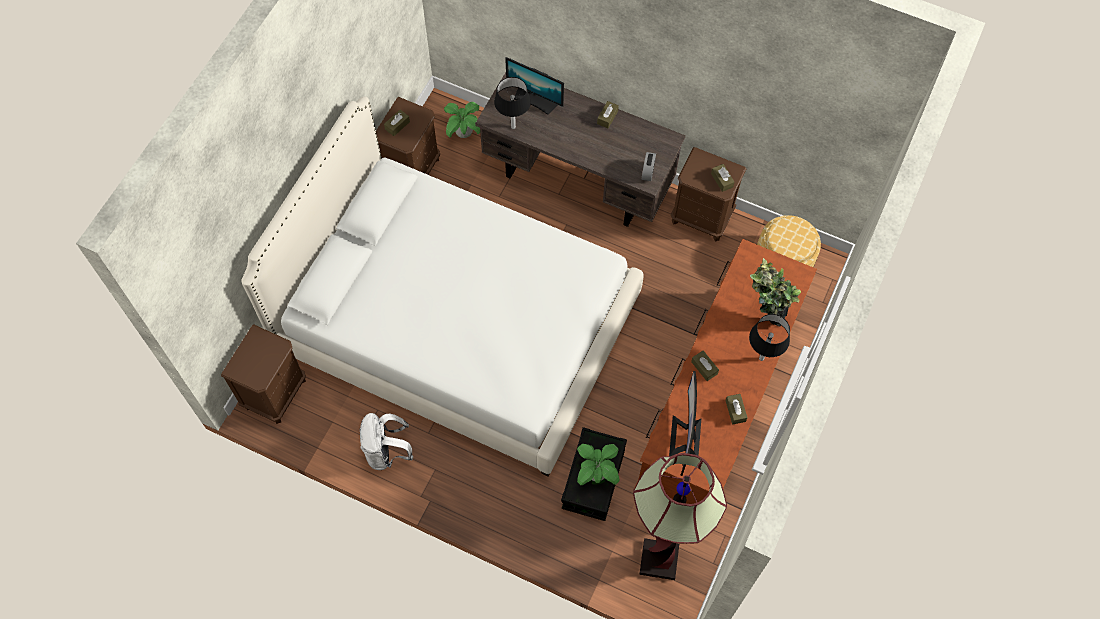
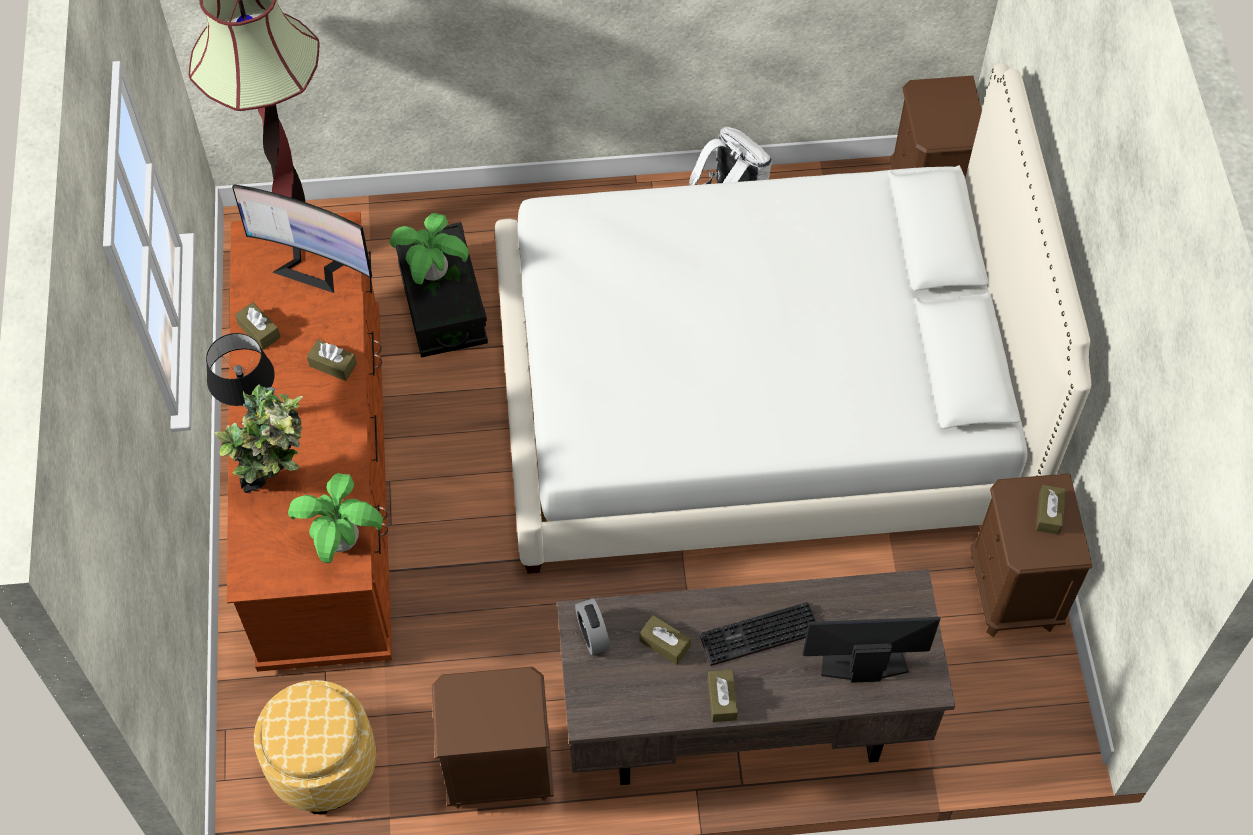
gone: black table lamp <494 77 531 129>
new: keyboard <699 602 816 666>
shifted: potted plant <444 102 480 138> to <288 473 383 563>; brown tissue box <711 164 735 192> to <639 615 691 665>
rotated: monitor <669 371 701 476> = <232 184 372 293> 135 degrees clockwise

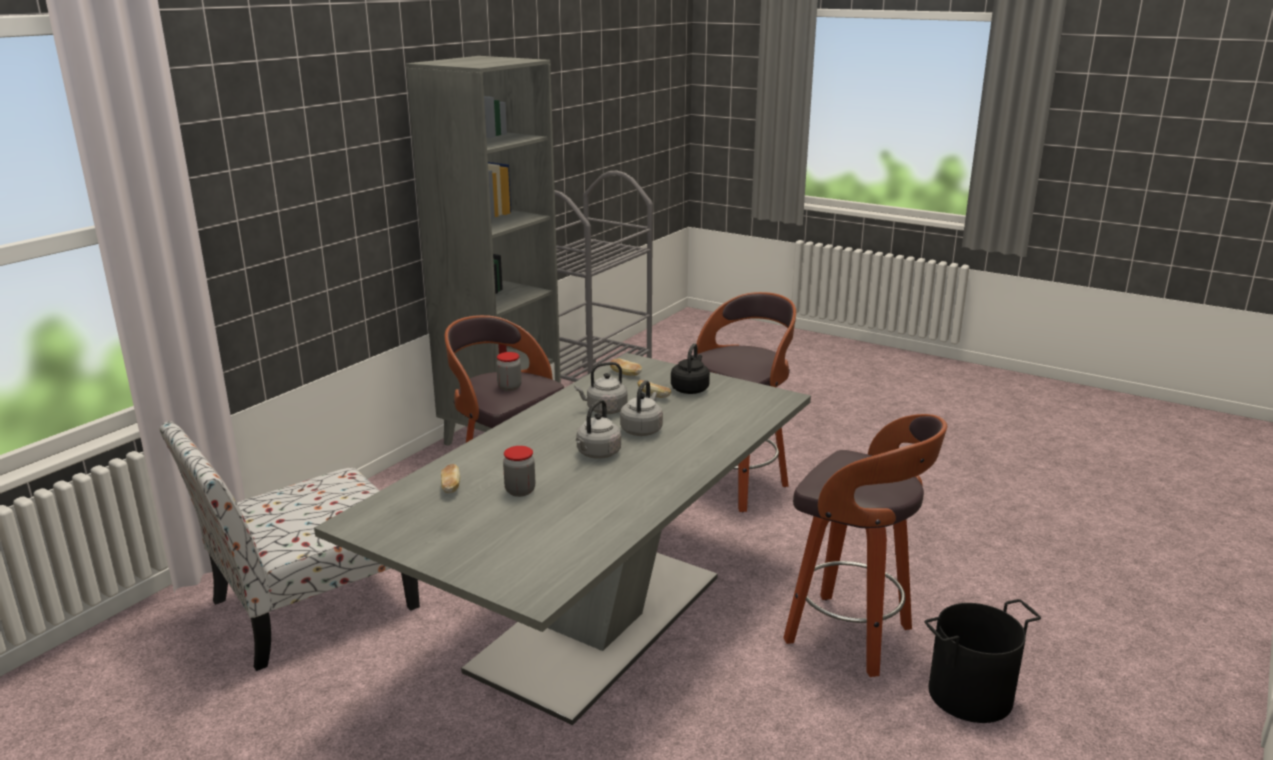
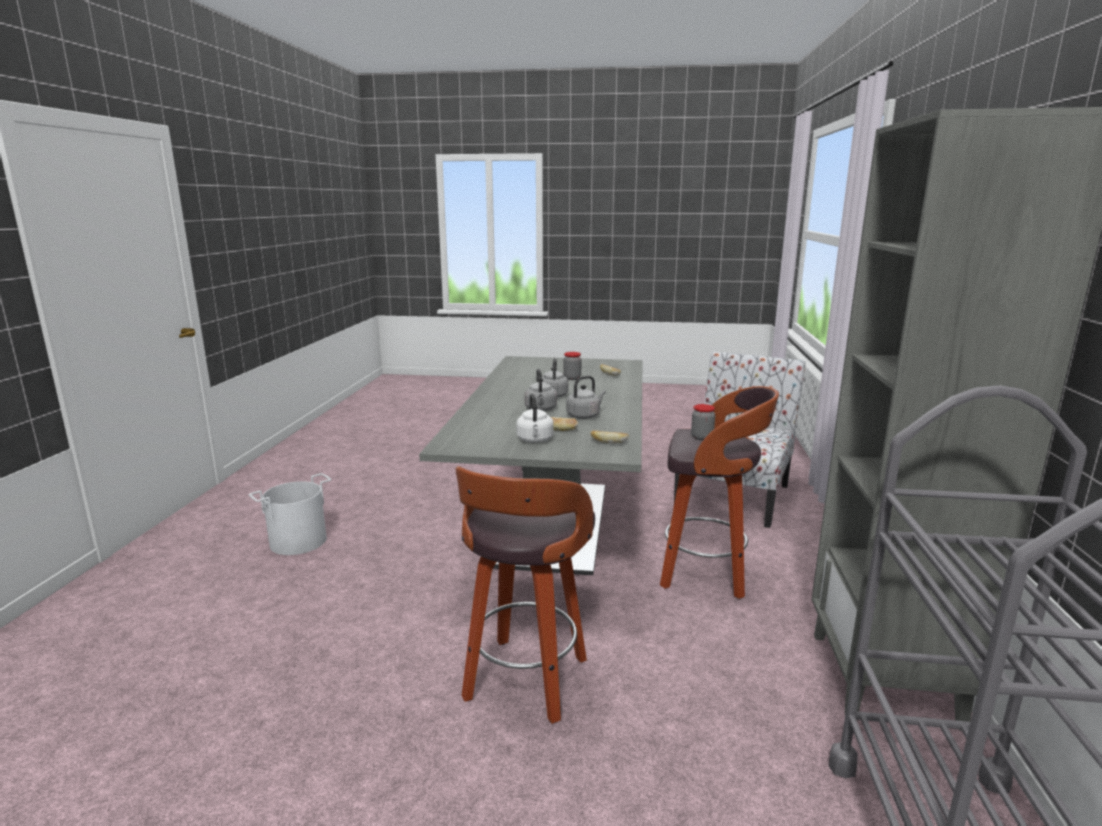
gone: stool <783 414 947 677>
repainted: black kettle <671 343 710 394> to white kettle <516 394 554 443>; black bucket <924 599 1041 723> to white bucket <249 473 331 555>

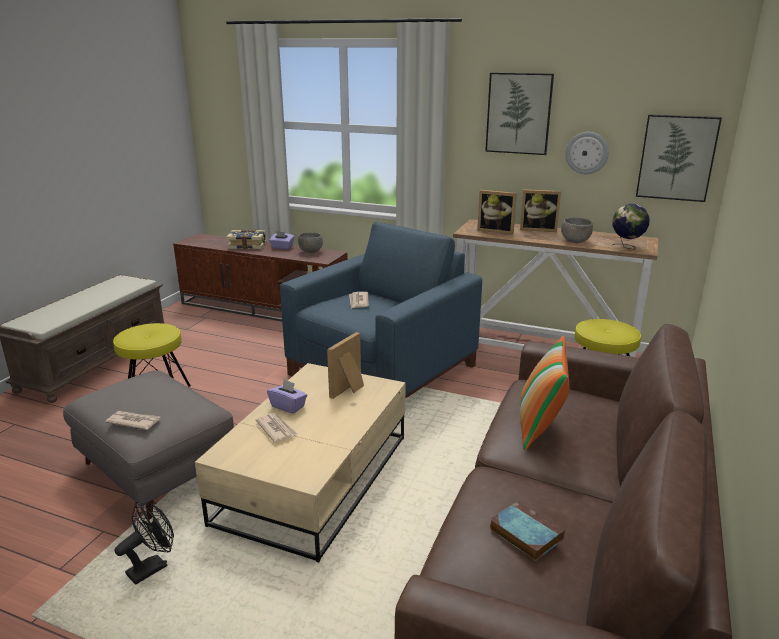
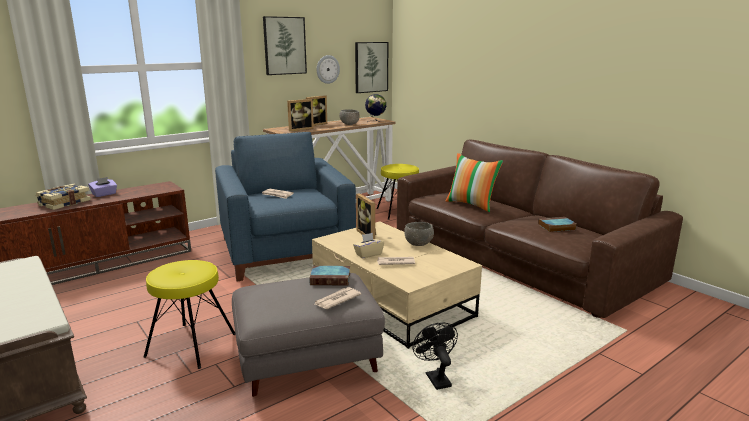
new: book <309 266 350 286>
shifted: grey bowl <298 233 323 253> to <404 222 434 246>
repainted: purple tissue box <267 380 307 414> to beige tissue box <353 233 384 259>

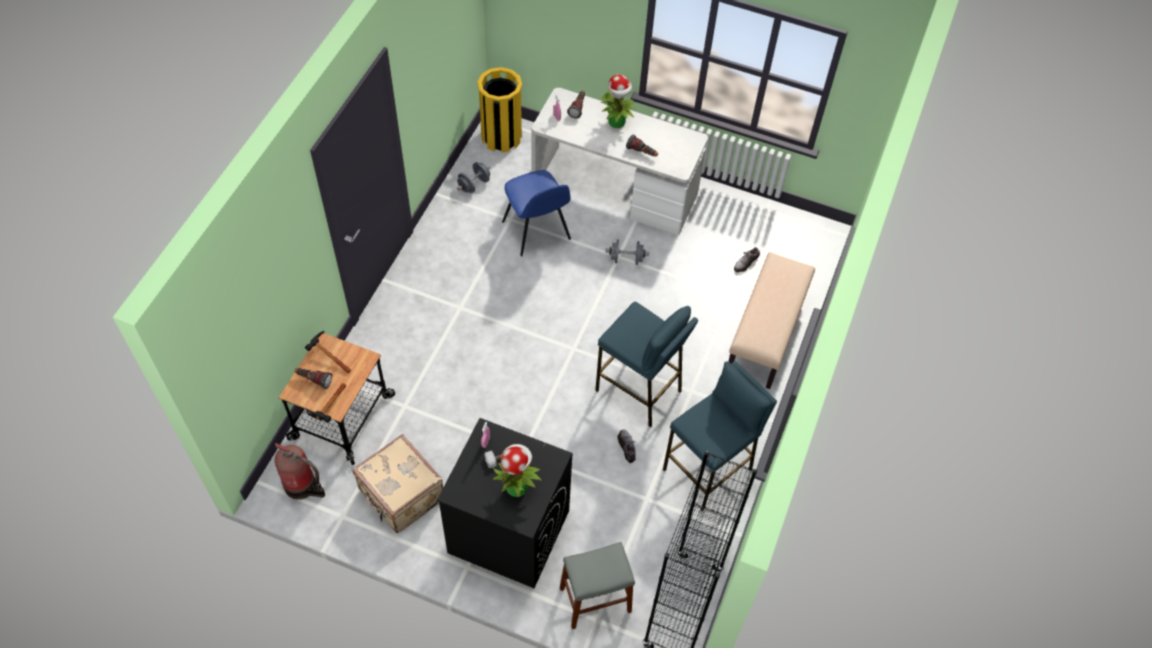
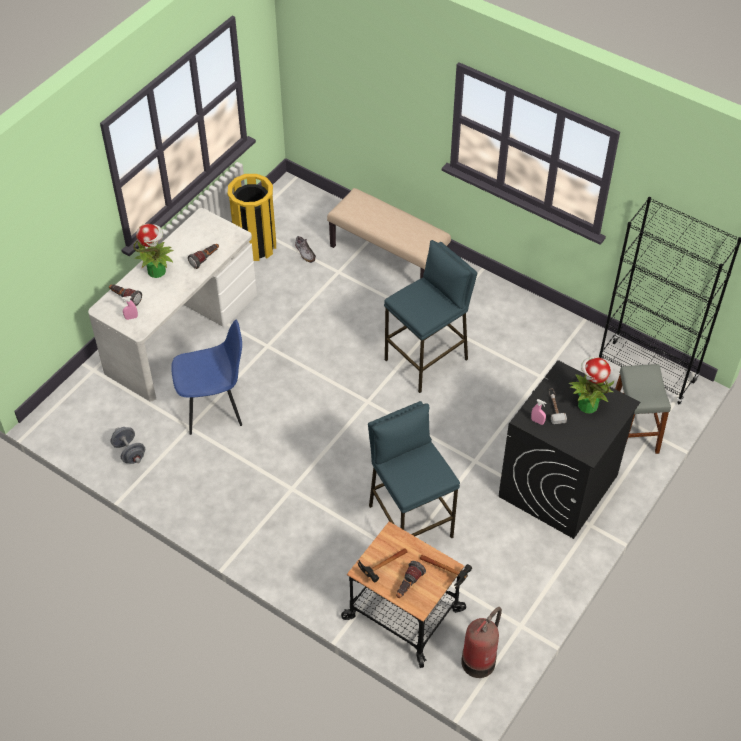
gone: grey dumbbell <605 240 649 265>; shoe <618 429 636 463>; beige suitcase <352 434 443 533>
shifted: yellow trash can <477 67 522 153> to <228 174 276 261>; blue stool <663 361 777 511> to <368 401 460 539>

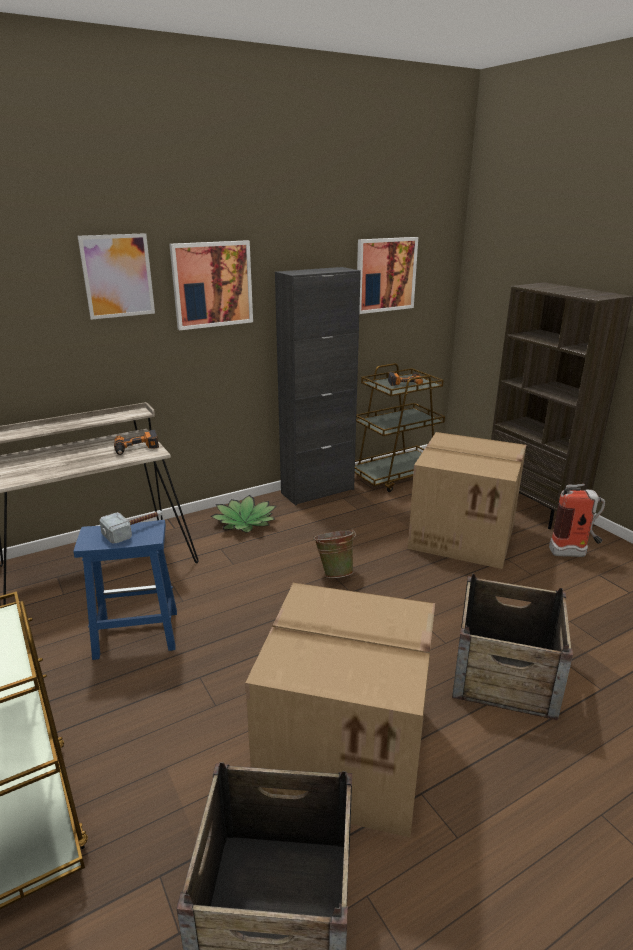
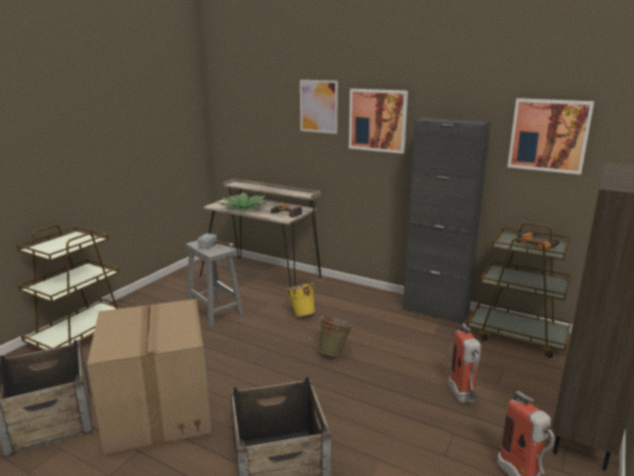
new: yellow bucket <286 281 315 317>
shifted: potted plant <211 495 276 533> to <220 192 267 211>
swapped: cardboard box <408 432 526 569> to fire extinguisher <448 323 481 403>
repainted: blue stool <74 520 177 660> to grey stool <186 240 243 327>

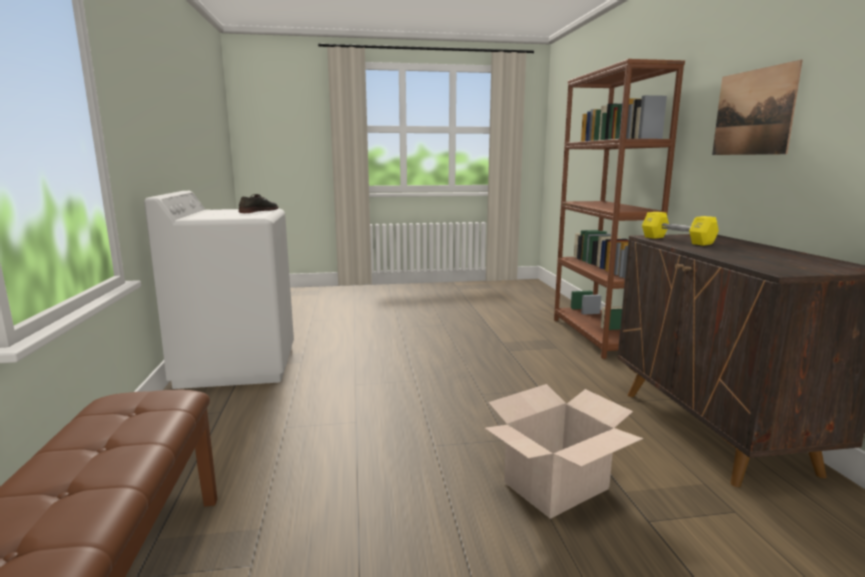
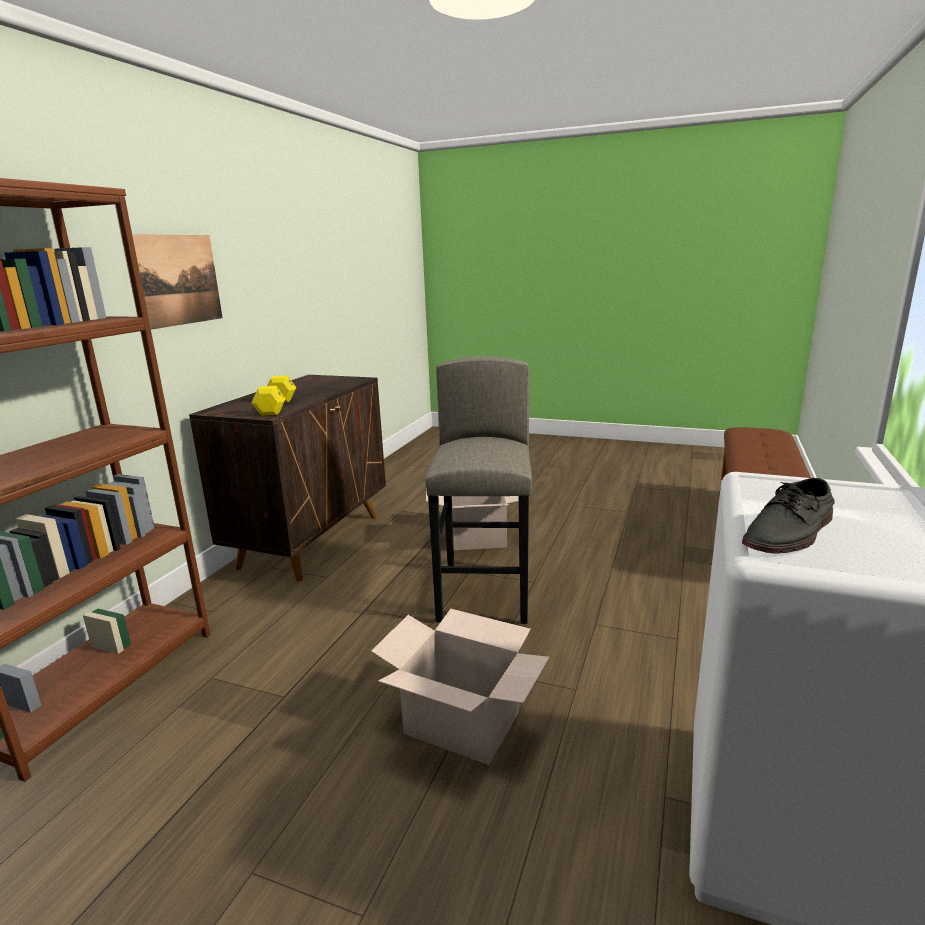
new: grey stool <425 356 532 624>; cardboard box <371 609 550 765>

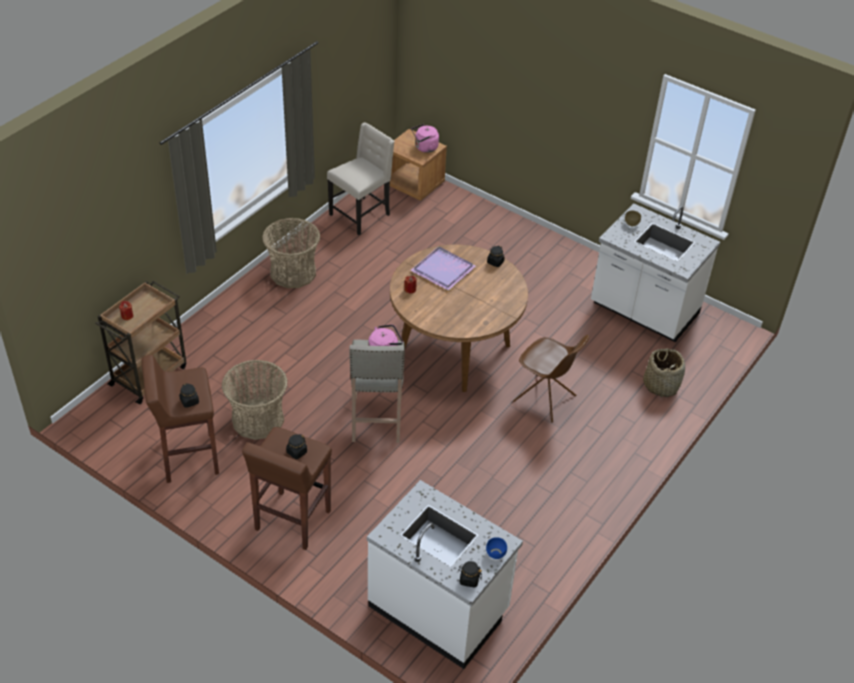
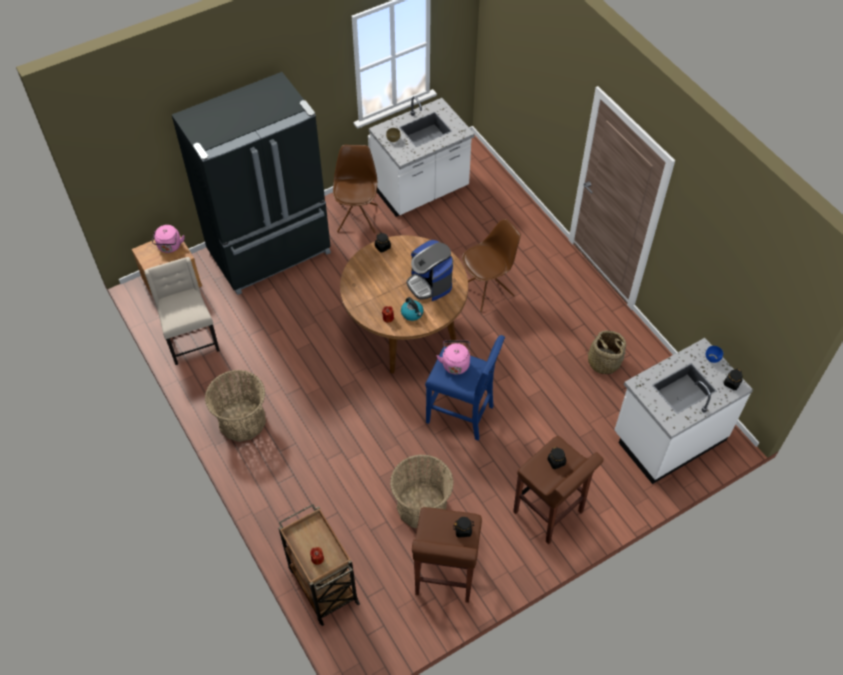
gone: purple tray <410 246 476 291>
new: black fridge <172 72 331 295>; brown chair <333 145 378 233>; coffee machine <406 240 453 301>; kettle <401 297 423 321>
shifted: basket <643 348 685 397> to <584 331 626 374>
repainted: beige stool <349 340 405 443> to blue stool <425 335 505 440>

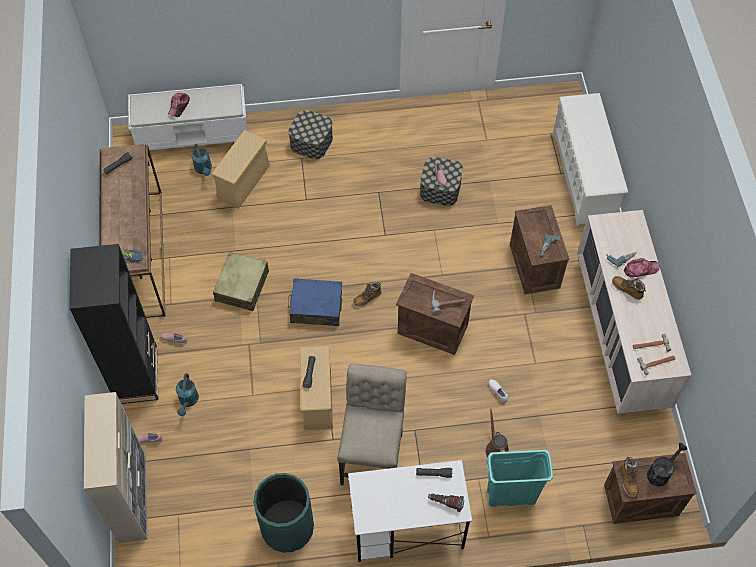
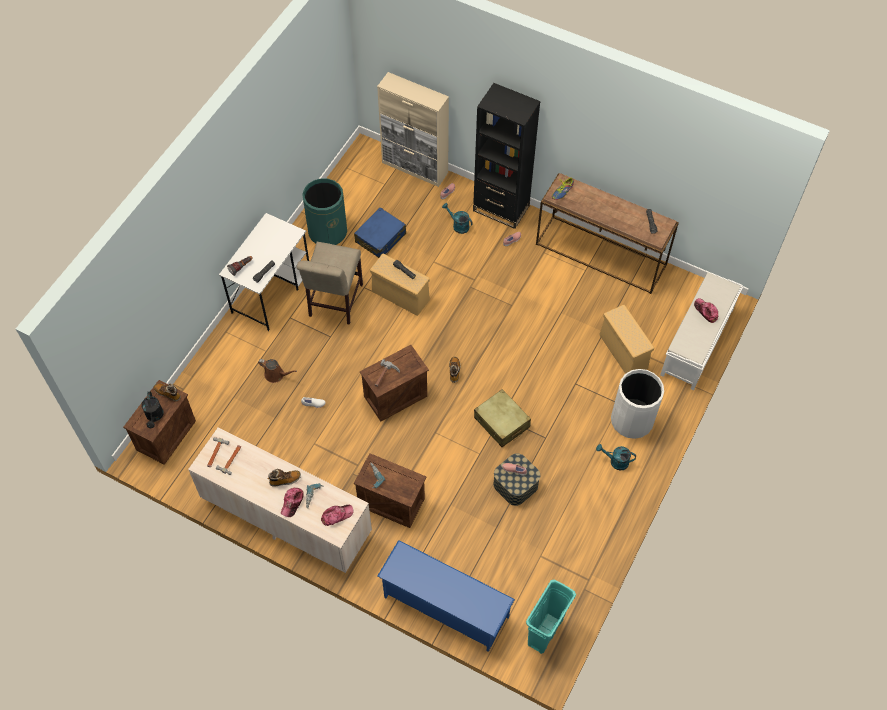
new: cap <321 505 354 526>
shifted: turquoise watering can <192 144 212 176> to <596 444 636 470>; beige suitcase <213 252 269 311> to <474 389 531 447>; blue suitcase <288 278 342 326> to <354 207 406 258>; turquoise trash can <486 450 553 507> to <526 580 576 654>
swapped: storage box <288 110 333 159> to white trash can <611 369 664 439>
repainted: white shoe rack <553 93 628 226> to blue shoe rack <377 540 515 652>
rotated: beige chair <337 363 406 485> = <296 241 363 325> 60 degrees clockwise

